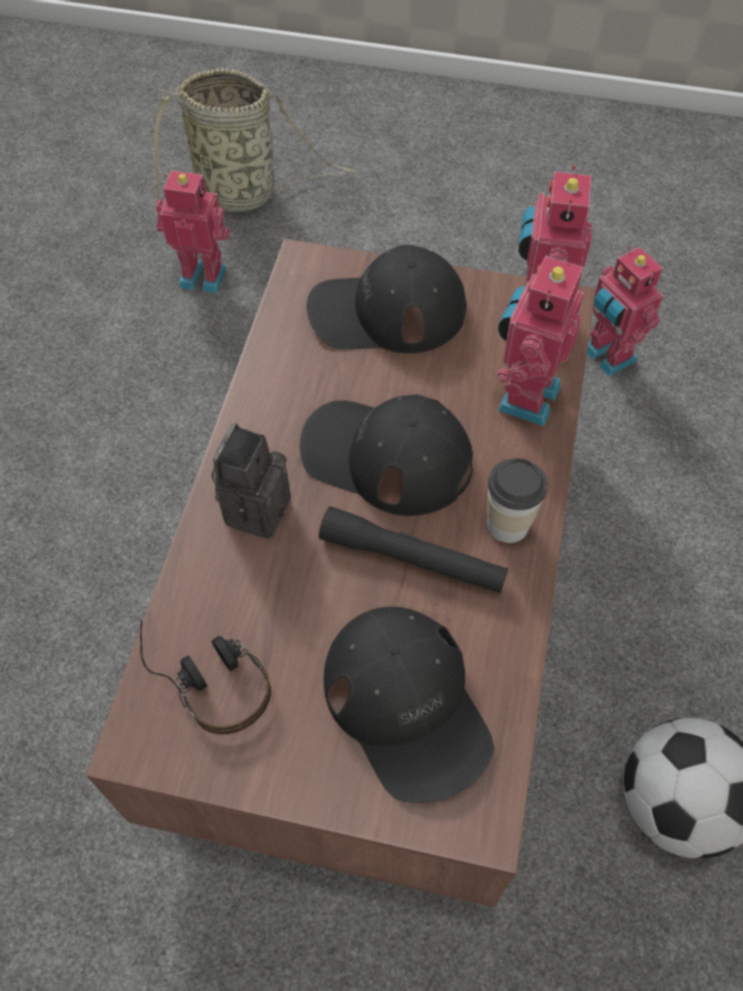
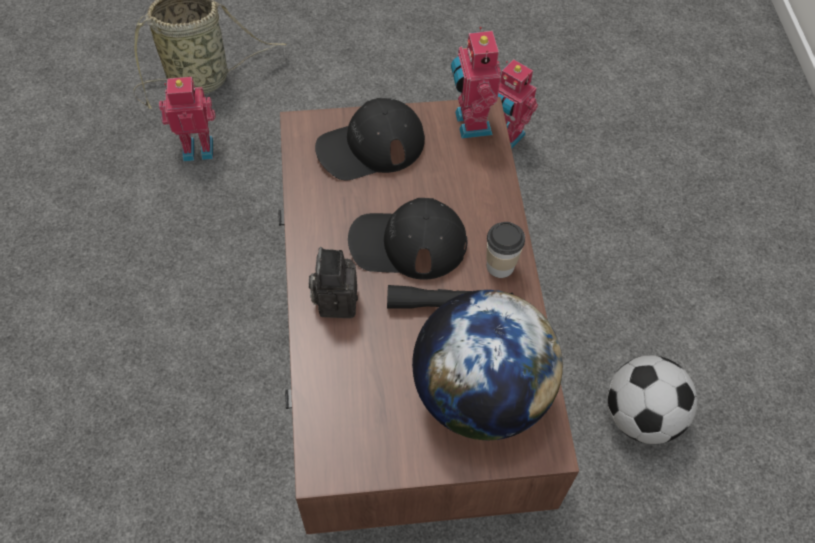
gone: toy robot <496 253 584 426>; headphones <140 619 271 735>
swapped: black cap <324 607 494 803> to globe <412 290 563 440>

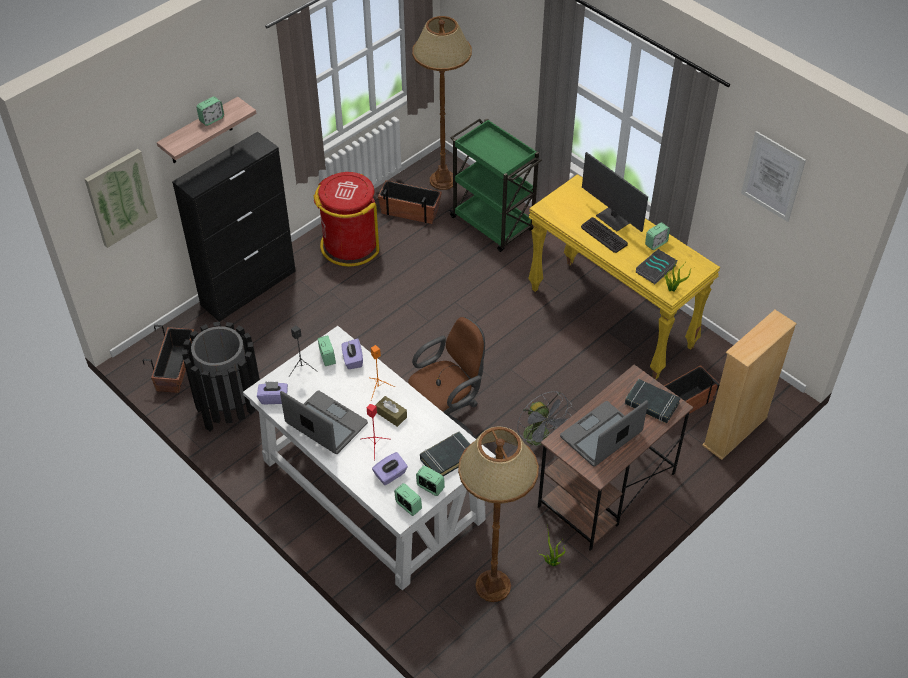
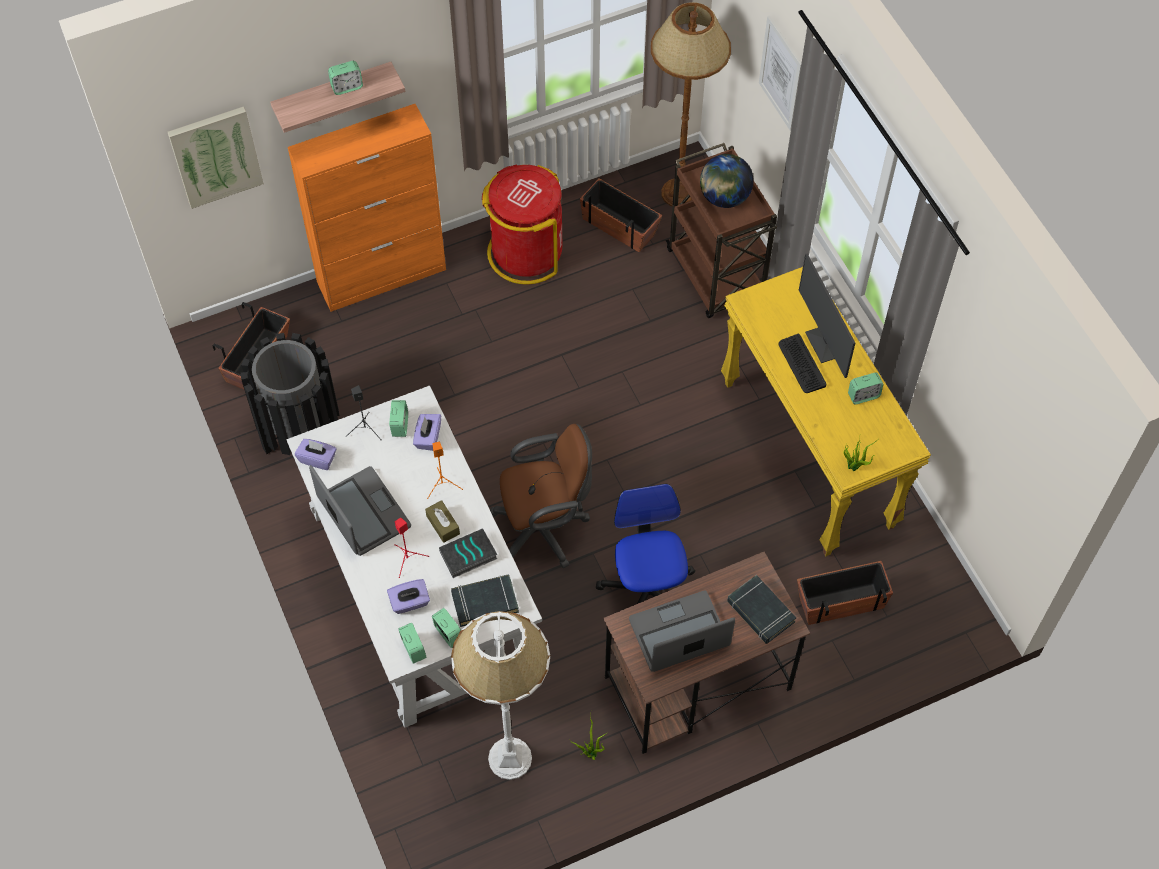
gone: beige bookcase <702 310 797 460>
new: globe <700 154 754 208>
shifted: picture <741 131 806 222> to <759 16 801 131>; book <636 249 678 284> to <439 528 497 578>
swapped: grey fan <517 391 572 446> to office chair <596 484 695 604>
repainted: green cart <449 118 542 252> to brown cart <666 143 777 318>; black cabinet <172 132 296 322> to orange cabinet <288 104 446 312>; brown floor lamp <458 426 539 602> to white floor lamp <451 611 550 780>

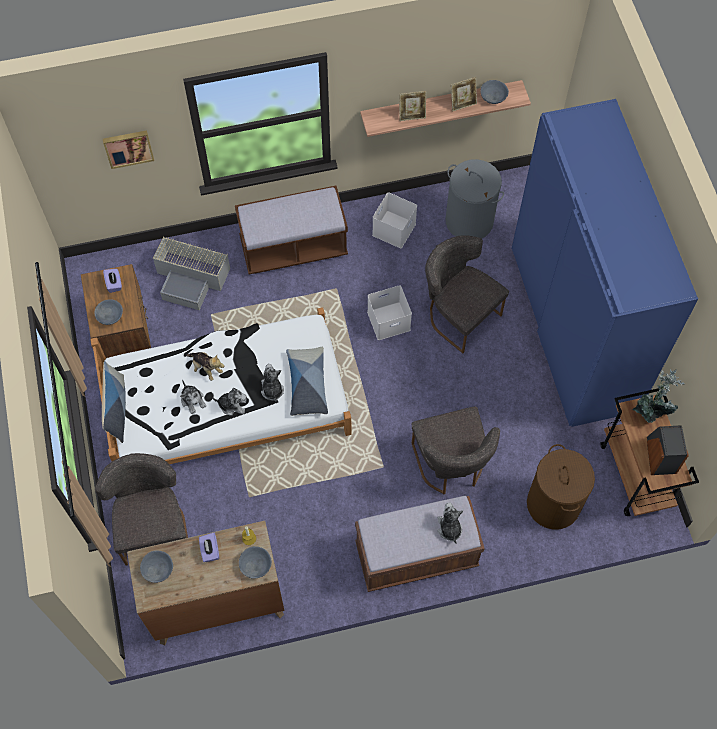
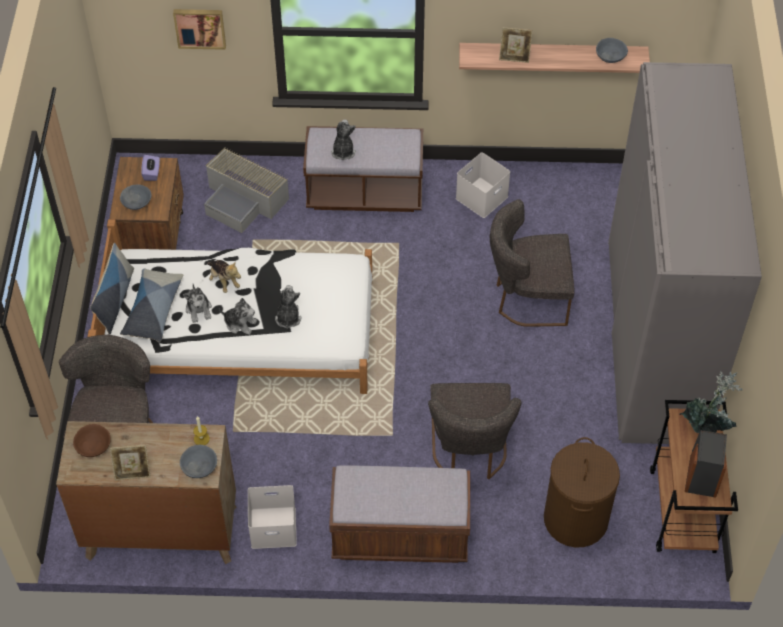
gone: grey laundry basket <445 159 504 239>; purple tissue box <199 533 219 562>
shifted: picture frame <451 77 477 111> to <109 445 151 480>; white storage box <367 285 412 340> to <248 485 297 549>; pillow <286 347 328 416> to <120 268 183 342>; plush toy <438 502 463 543> to <331 119 356 160>
repainted: blue wardrobe <512 99 698 427> to grey wardrobe <608 62 762 444>; grey bowl <140 550 173 583> to brown bowl <73 424 111 457>
rotated: grey chair <425 235 509 353> = <490 199 574 327> 60 degrees counterclockwise

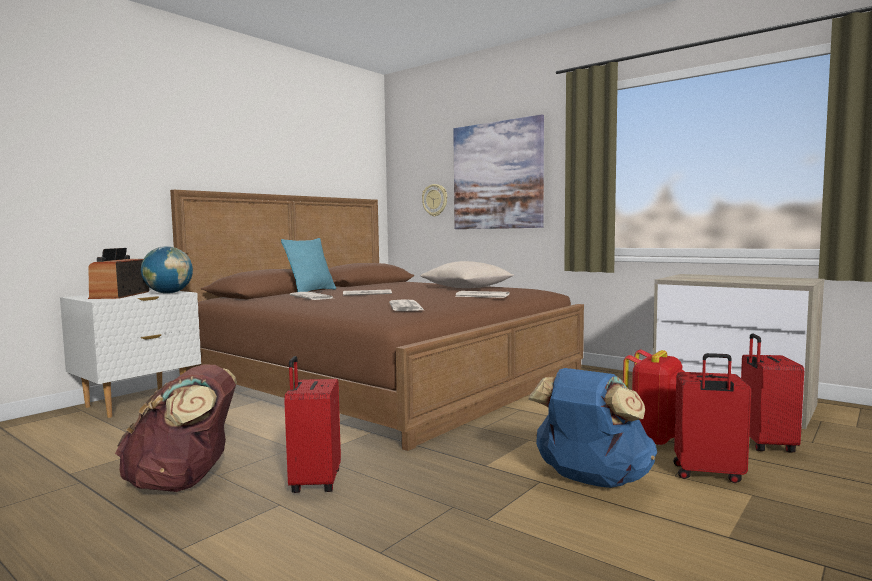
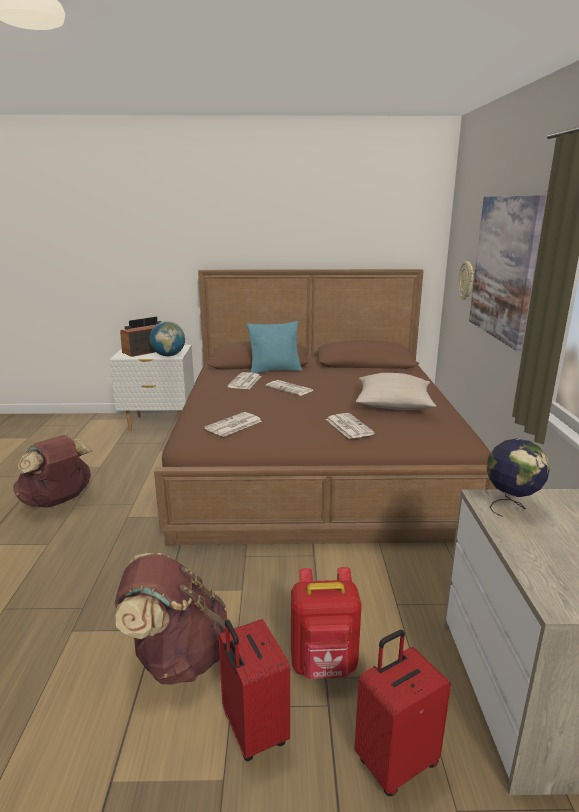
gone: red suitcase <284 356 341 493>
new: globe <487 438 550 517>
repainted: blue backpack <528 368 657 488> to brown backpack <114 553 227 685>

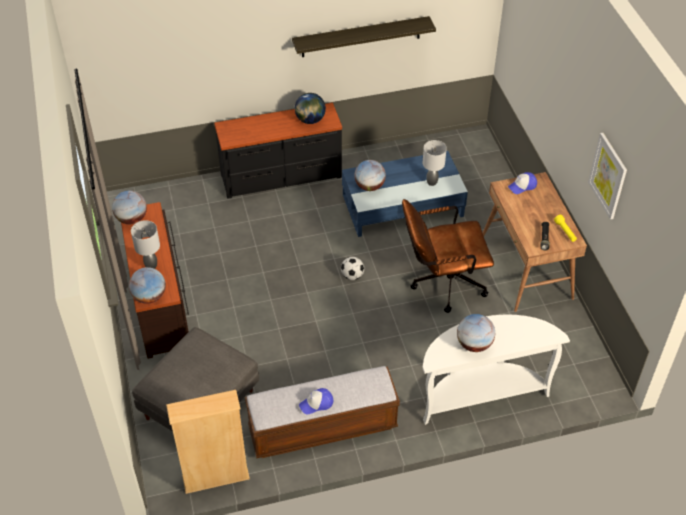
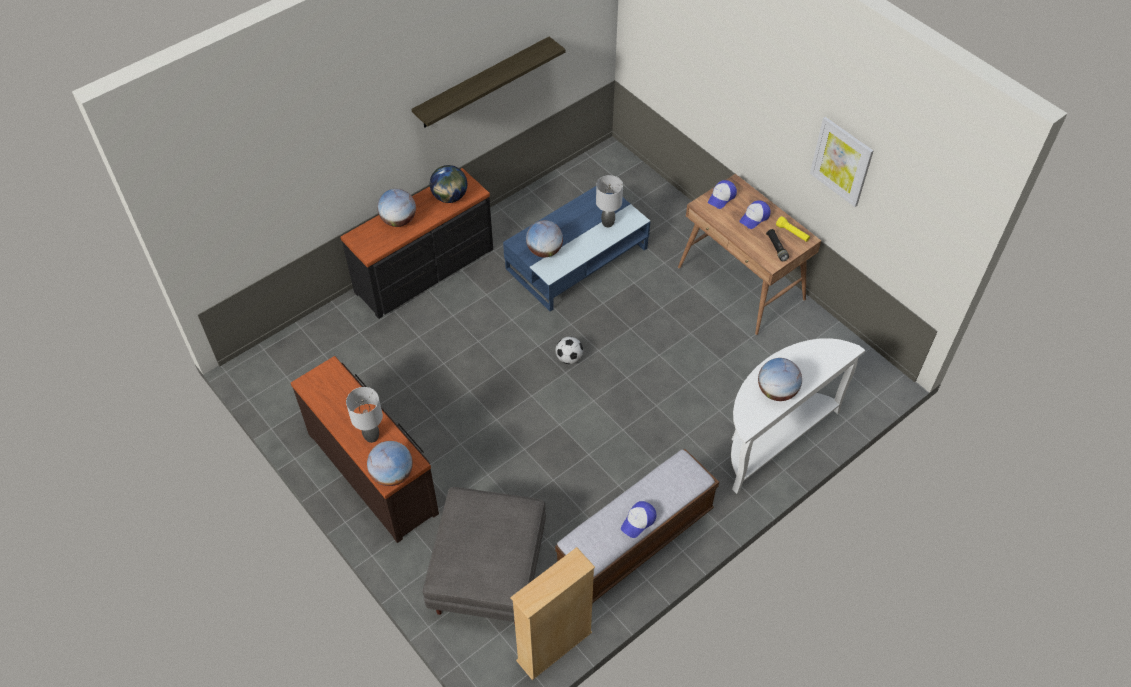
gone: brown office chair <402 199 494 313>
new: cap <739 200 771 229>
shifted: globe <112 190 147 224> to <377 189 416 227>

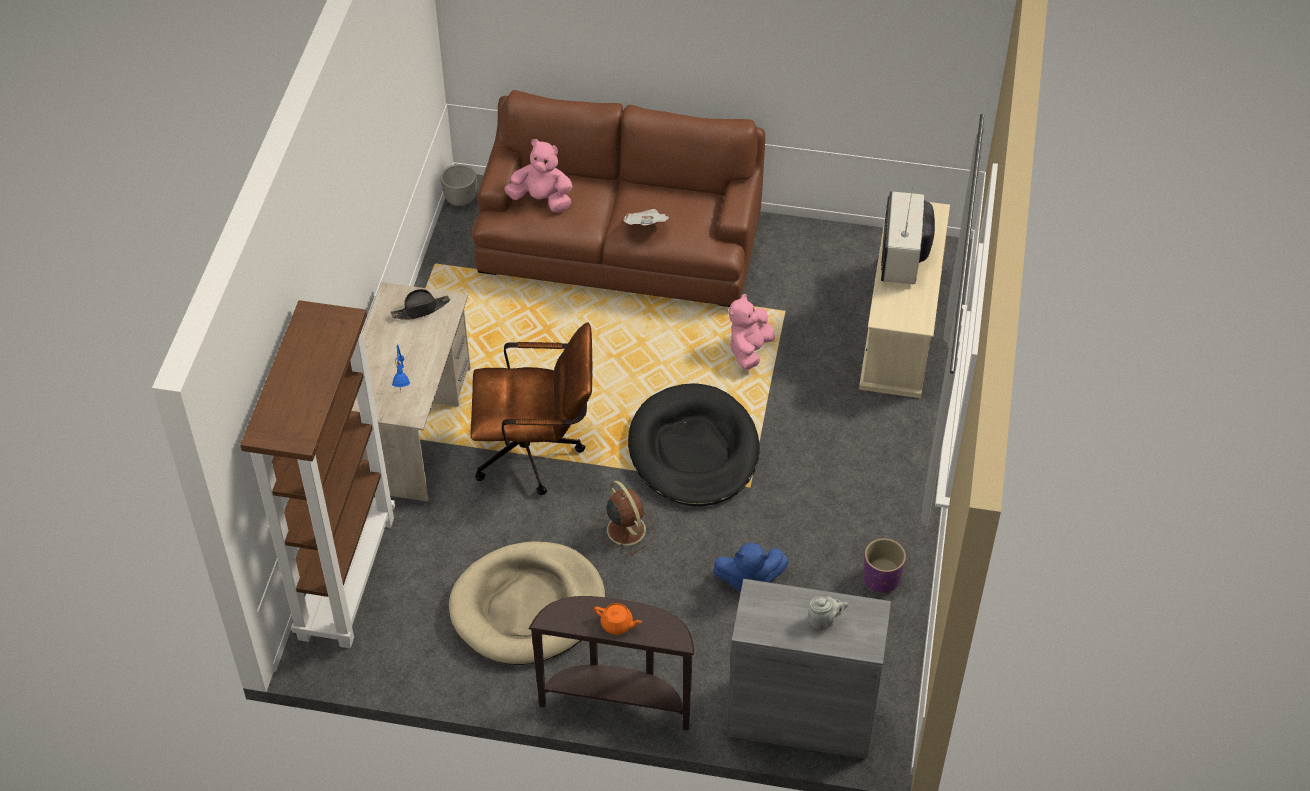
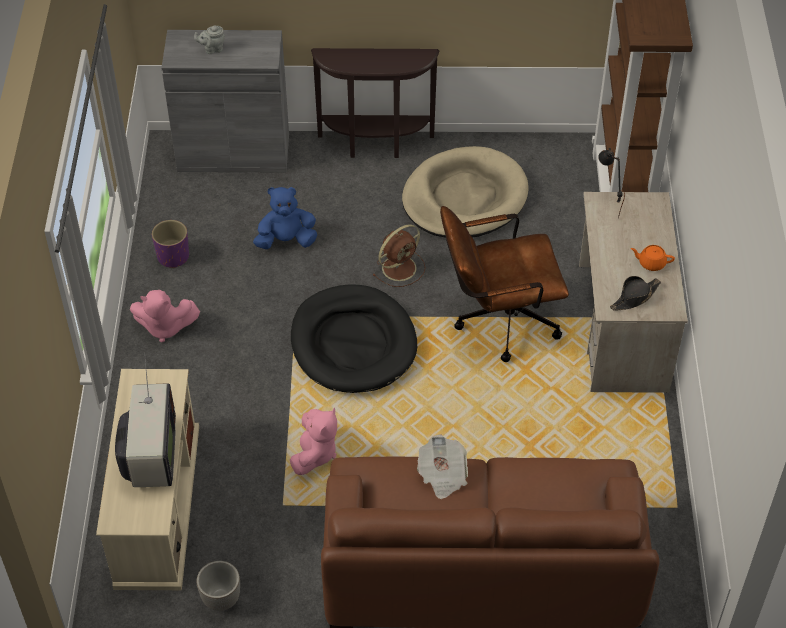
shifted: pink plush toy <504 139 573 212> to <130 290 200 342>; planter <441 164 477 206> to <196 561 240 611>; orange teapot <594 603 642 635> to <631 245 675 271>
repainted: blue table lamp <392 344 410 387> to black table lamp <598 148 625 219>
rotated: brown fan <595 480 655 555> = <373 224 426 287> 90 degrees counterclockwise

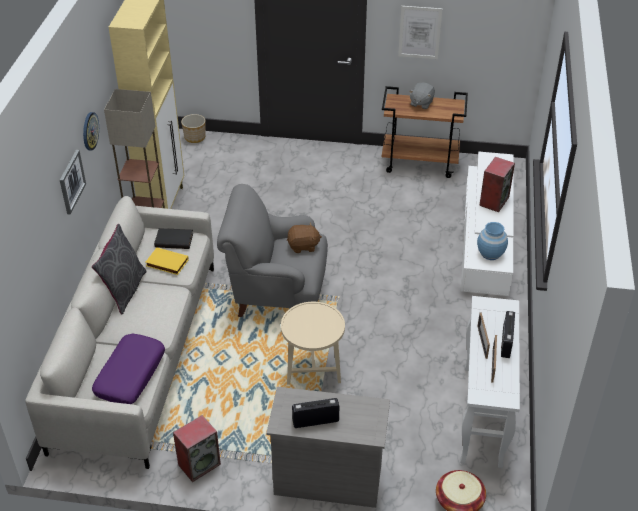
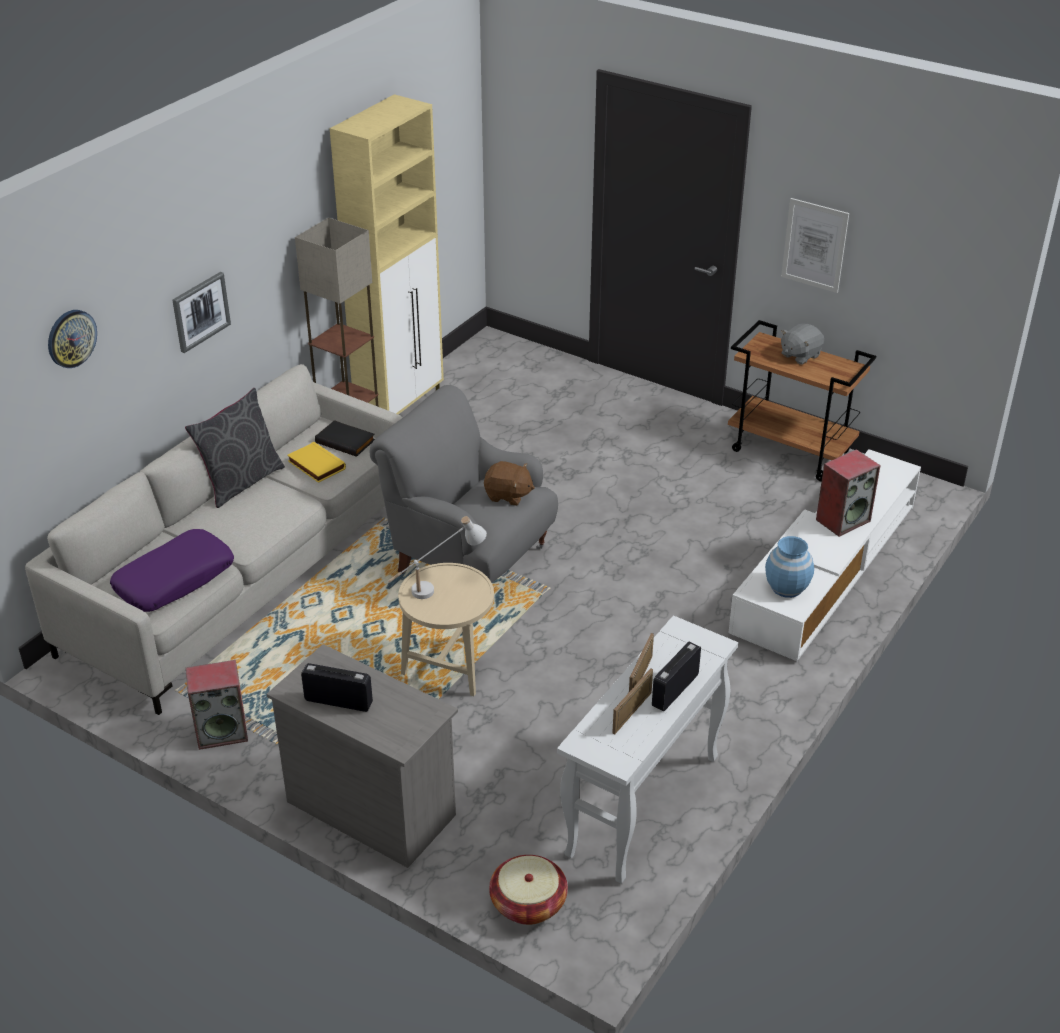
gone: planter <181 114 206 143>
new: white table lamp <388 516 487 599>
shifted: wall clock <83 112 99 150> to <48 310 97 368>

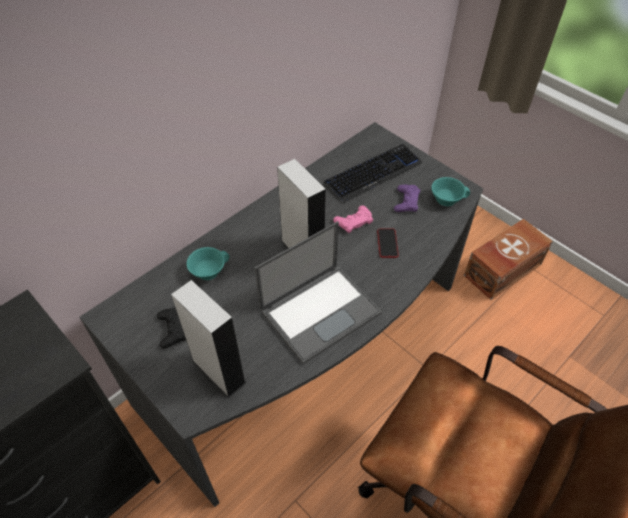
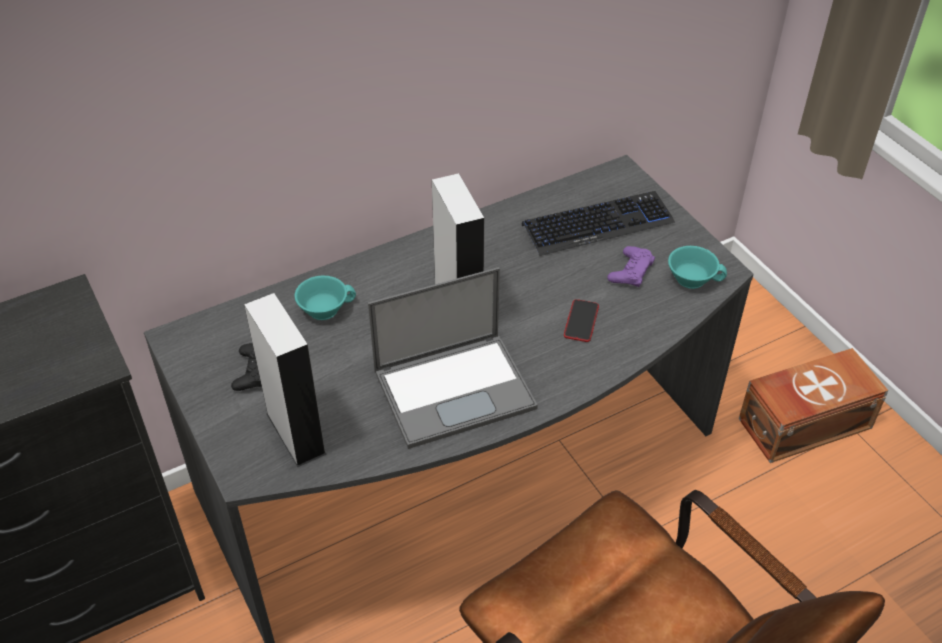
gone: pink game controller <333 205 373 233>

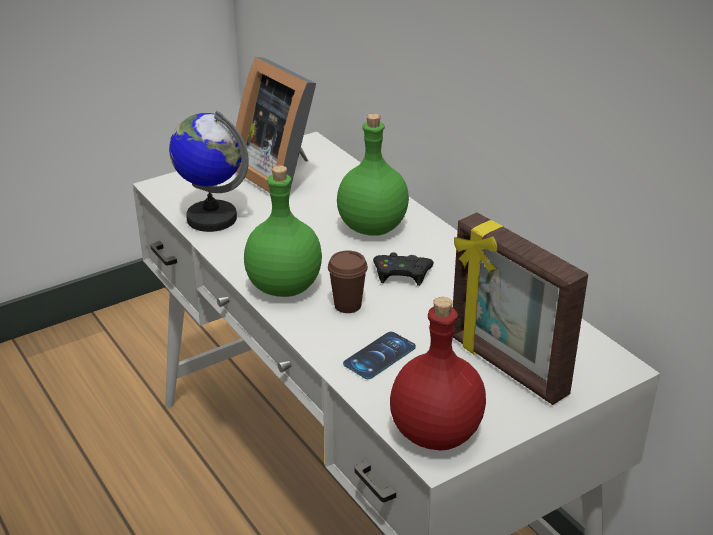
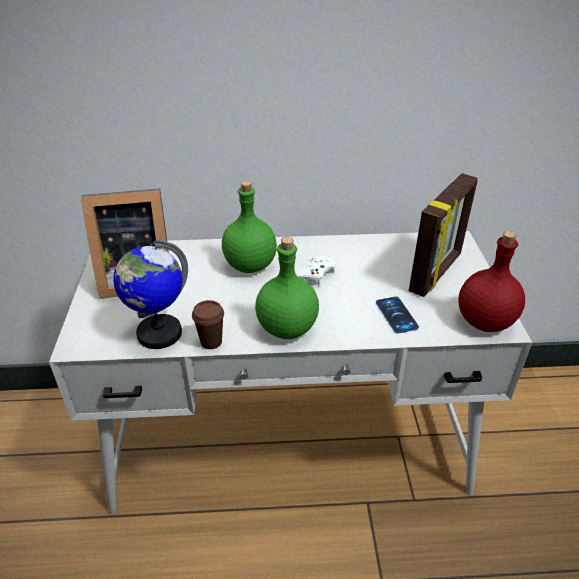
shifted: brown cup <328 251 368 313> to <192 300 224 349>
repainted: black game controller <373 252 434 286> to white game controller <295 256 336 285>
rotated: picture frame <453 212 588 405> = <409 173 478 297> 45 degrees counterclockwise

